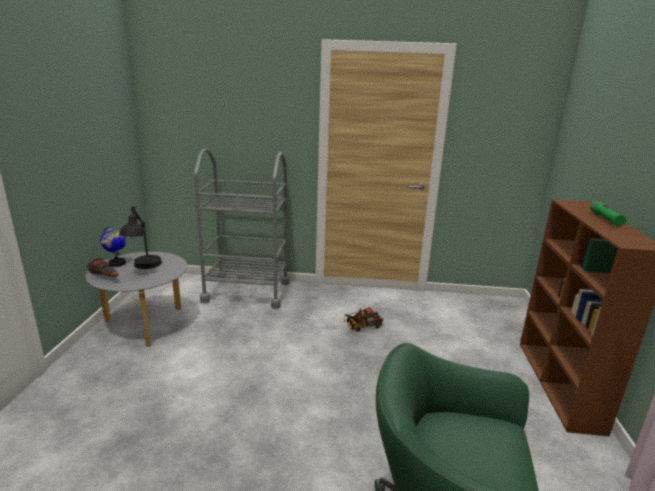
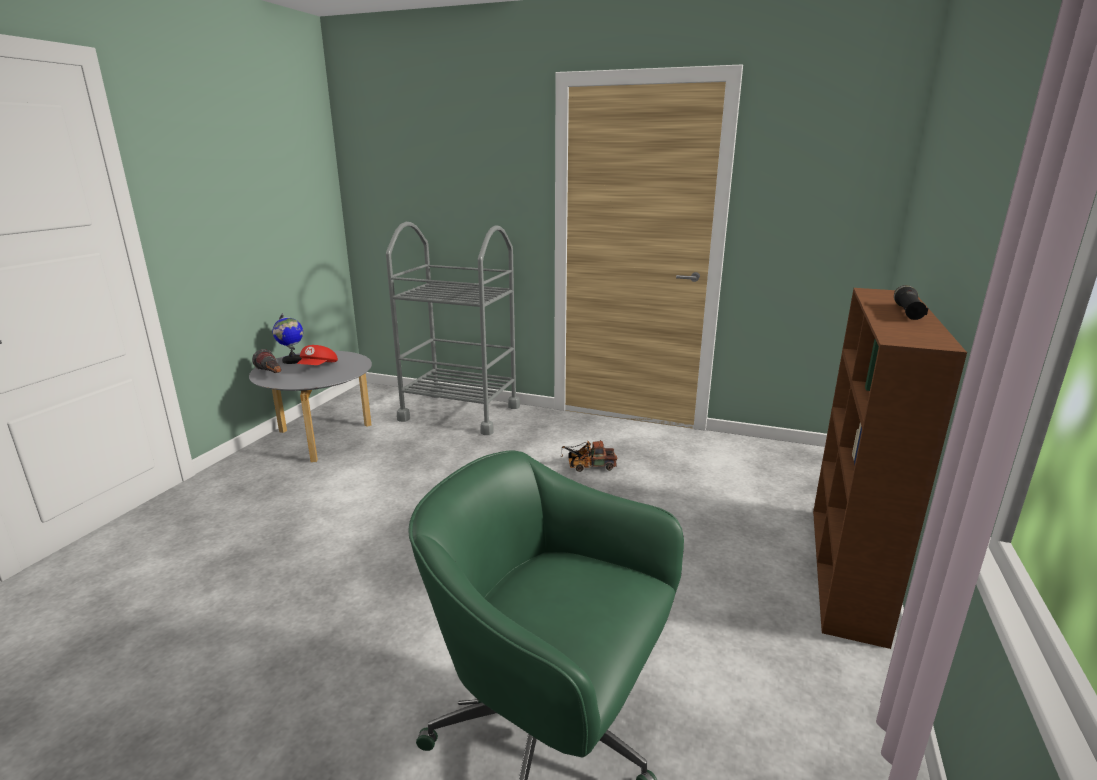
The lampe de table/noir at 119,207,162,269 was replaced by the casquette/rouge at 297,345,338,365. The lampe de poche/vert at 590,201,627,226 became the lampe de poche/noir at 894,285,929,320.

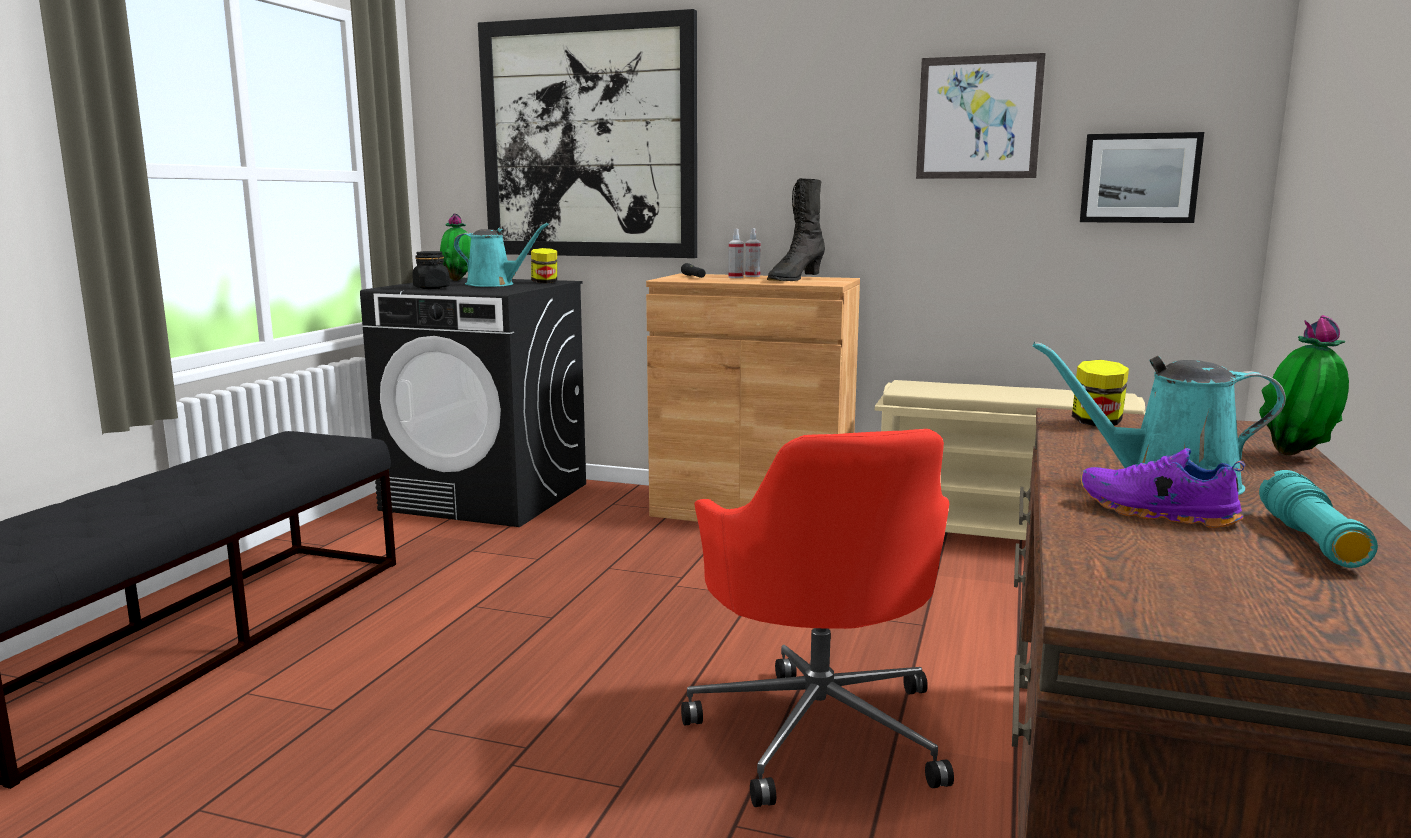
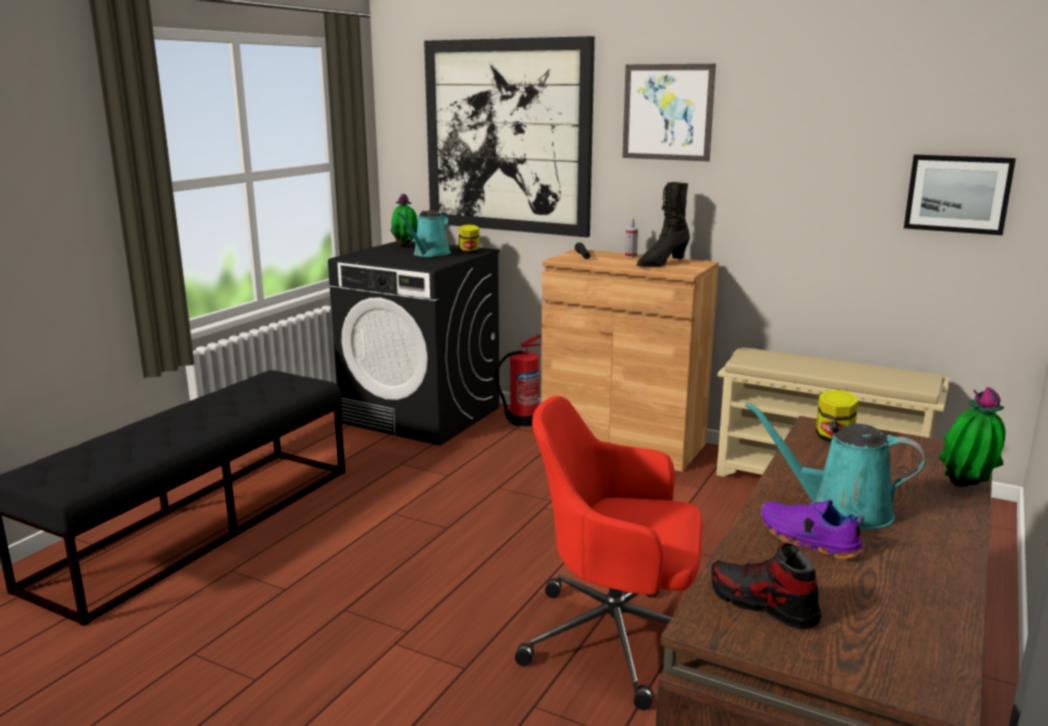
The bocal/noir at 412,251,450,289 disappeared. The vaporisateur at 728,229,744,278 disappeared. The lampe de poche/turquoise at 1259,470,1378,568 disappeared. The extincteur at 495,335,541,426 appeared. The chaussure at 711,543,822,629 appeared. The tableau moved from 916,53,1046,179 to 622,64,716,162. The arrosoir/turquoise at 454,223,549,287 turned 90 degrees clockwise. The chaise de bureau/rouge at 681,429,954,807 turned 105 degrees clockwise.

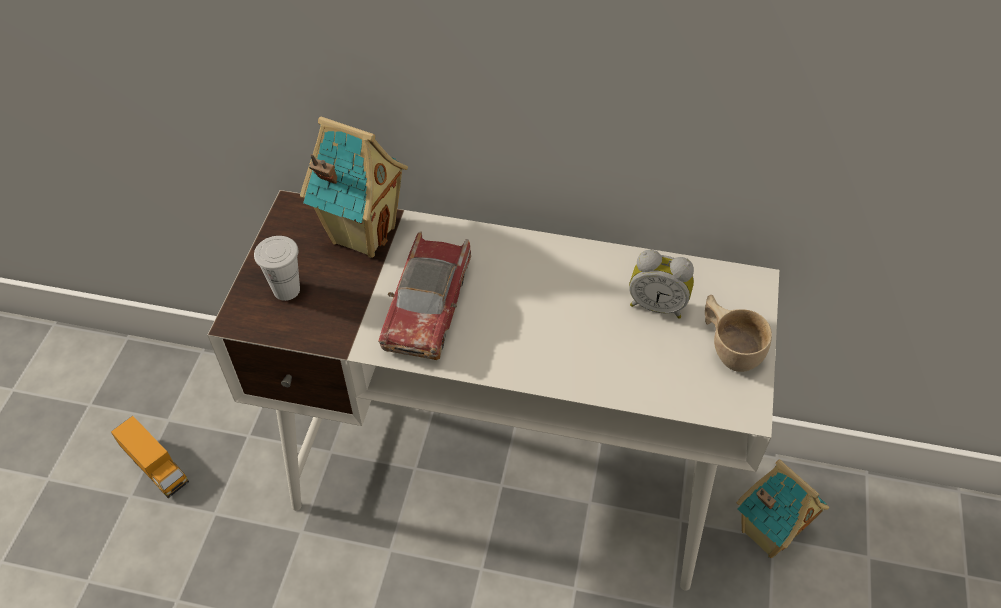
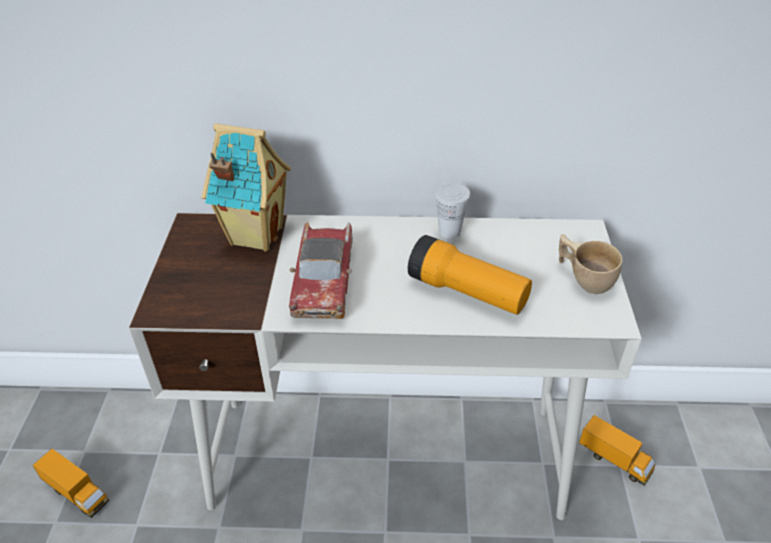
The réveil at 629,250,694,319 disappeared. The lampe de poche at 408,235,532,315 appeared. The tasse/blanc moved from 254,236,300,301 to 435,183,471,239. The maison miniature at 737,459,829,558 was replaced by the camion jouet at 579,415,655,486.

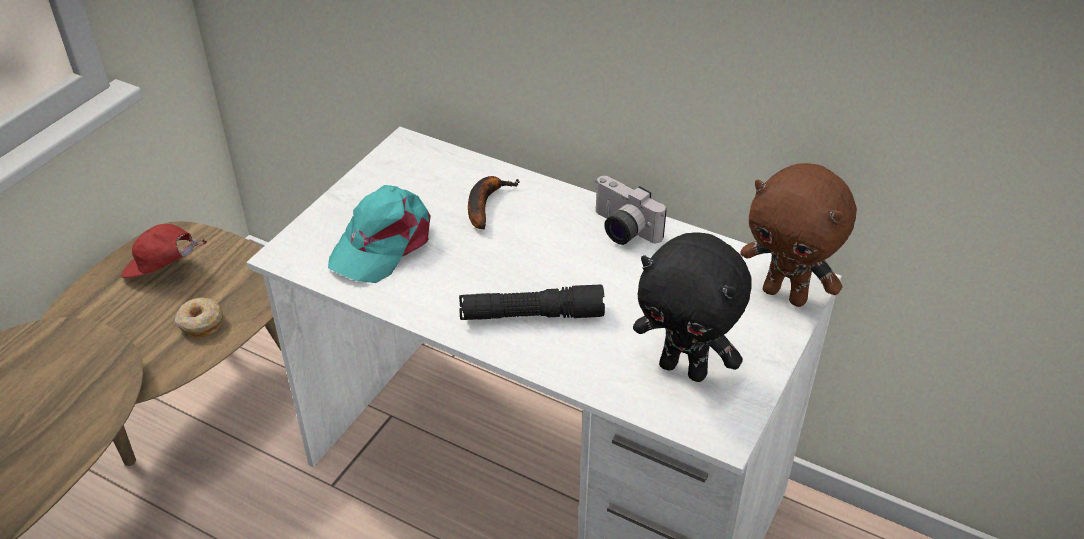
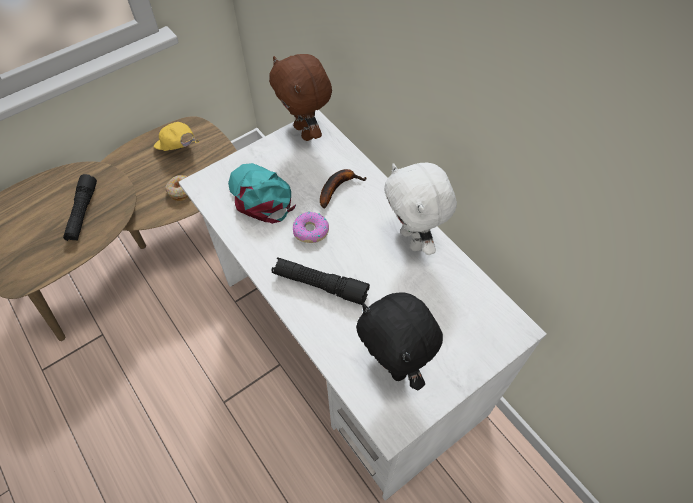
The lampe de poche/noir at 63,174,97,241 appeared. The beignet at 293,212,329,243 appeared. The peluche/marron moved from 740,163,857,307 to 269,54,332,141. The appareil photo at 595,176,667,245 was replaced by the peluche/blanc at 384,163,457,255. The casquette/rouge at 122,224,207,278 became the casquette/jaune at 154,122,200,151. The casquette/turquoise at 328,185,431,283 turned 90 degrees clockwise.

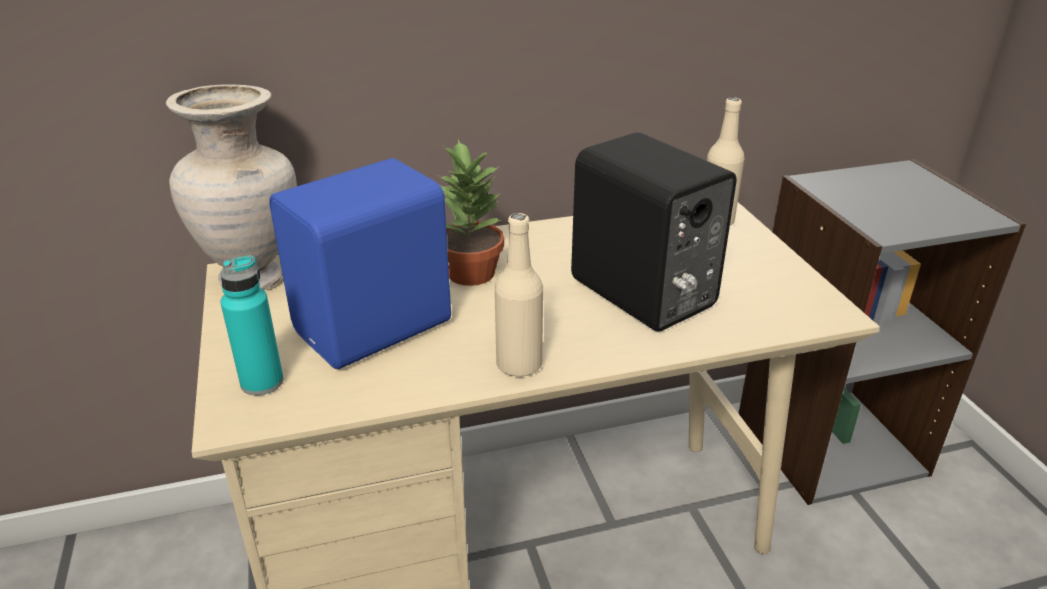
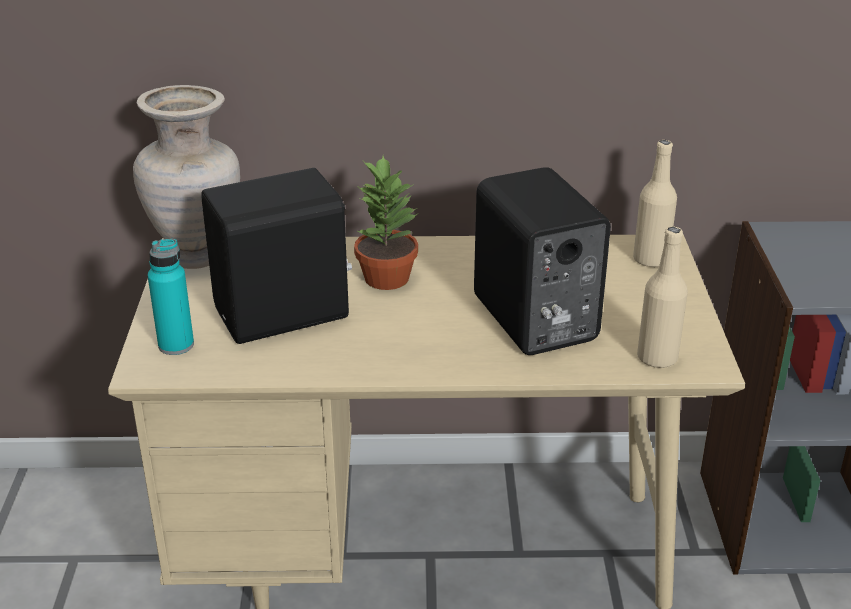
The bouteille/beige moved from 495,213,543,377 to 637,227,688,368. The enceinte/bleu at 269,158,451,369 became the enceinte/noir at 201,168,352,344.

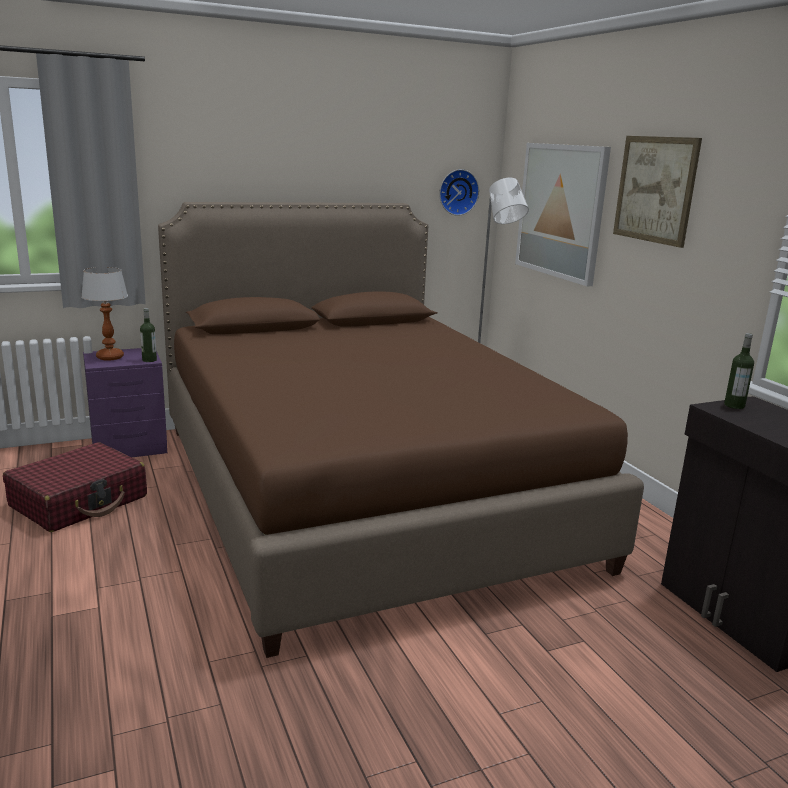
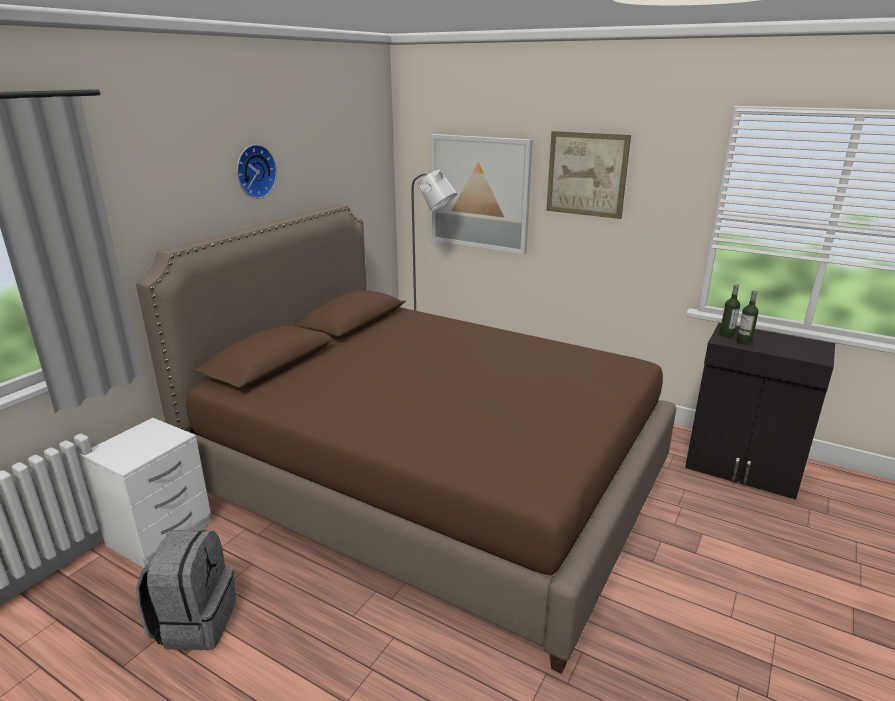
The lampe de table at 81,267,128,361 disappeared. The bouteille moved from 140,308,157,362 to 736,290,759,345. The horloge murale moved from 439,169,479,216 to 237,144,277,199. The valise/rouge at 3,442,147,532 was replaced by the sac à dos/gris at 136,530,236,650. The table de chevet/violet at 83,348,167,457 became the table de chevet/blanc at 79,418,211,568.

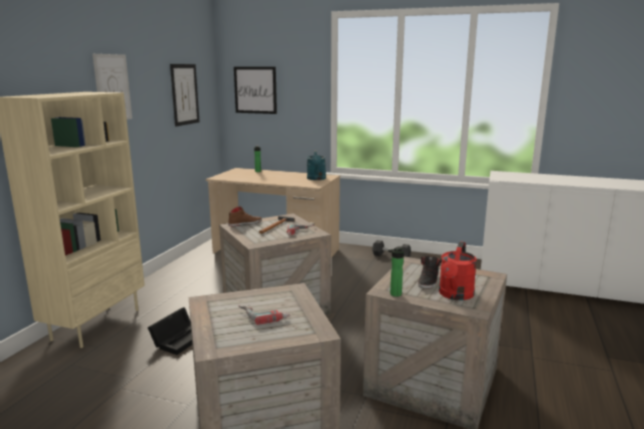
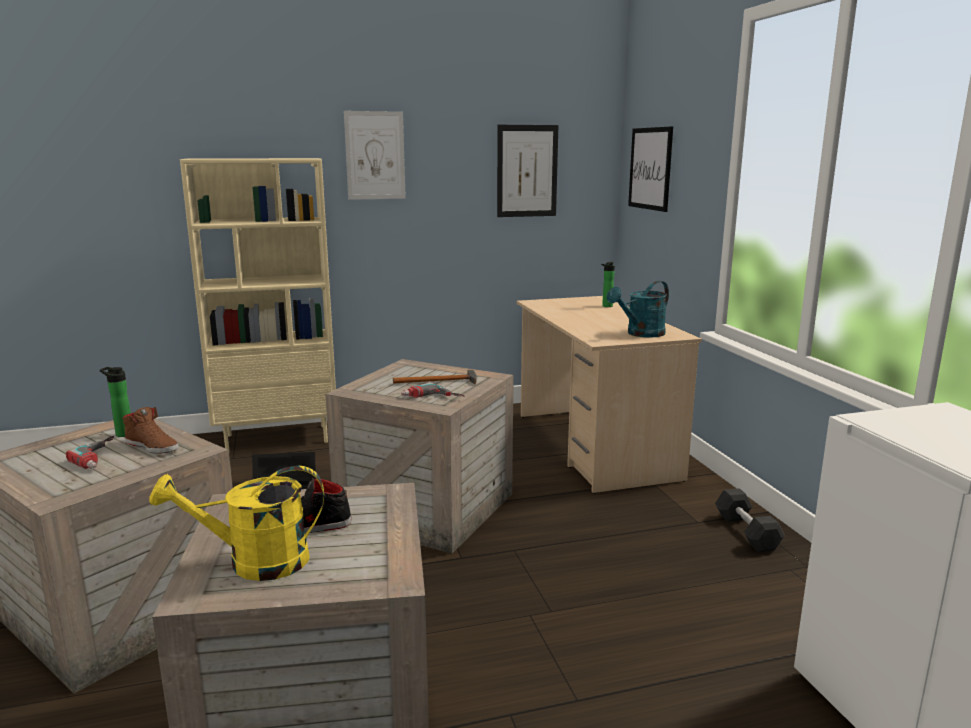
The chaussure/marron moved from 228,206,262,226 to 123,407,179,453. The bouteille moved from 388,246,404,297 to 100,367,131,437. The arrosoir/rouge at 439,242,477,300 became the arrosoir/jaune at 149,466,324,581.

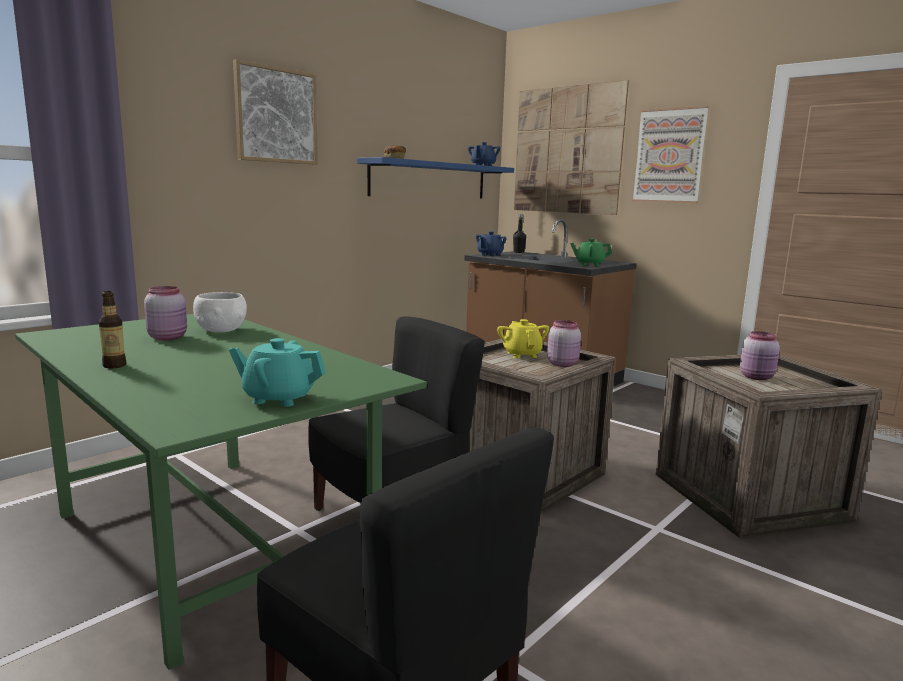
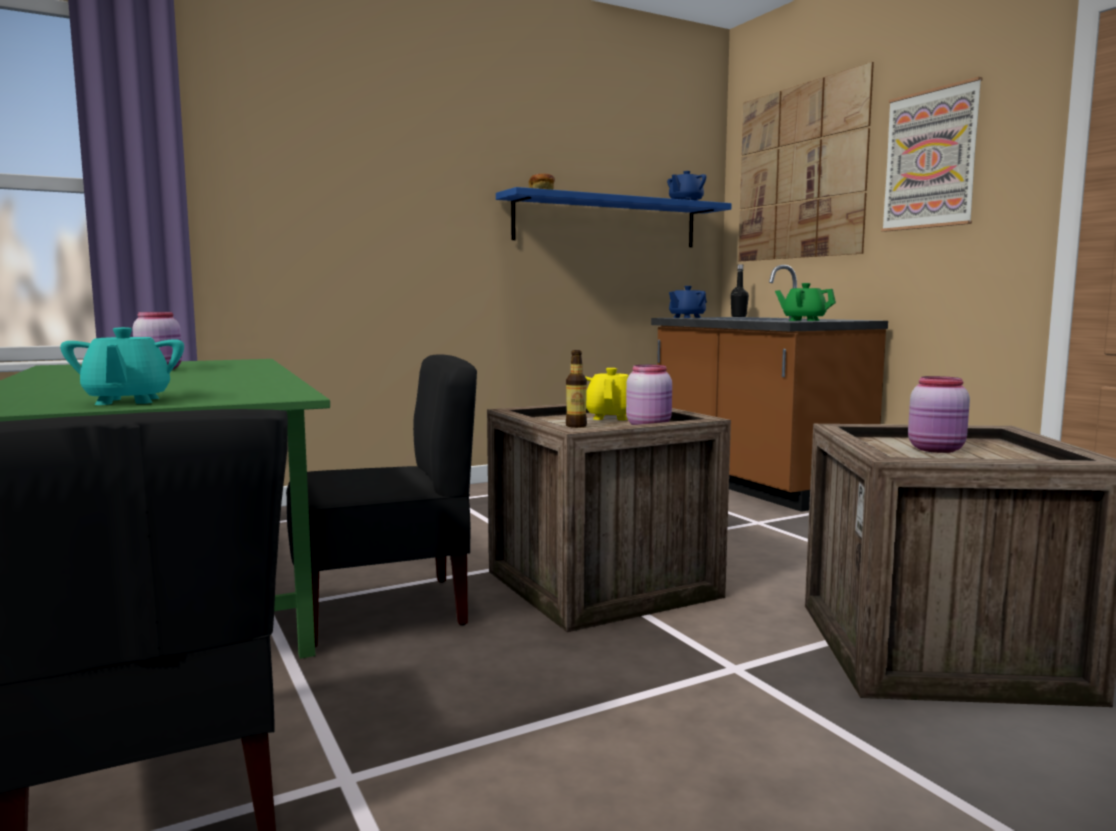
The bol/blanc at 193,292,247,333 disappeared. The tableau at 233,59,318,165 disappeared. The bouteille moved from 99,291,126,368 to 566,350,587,428. The théière/turquoise at 229,338,326,407 turned 135 degrees counterclockwise.

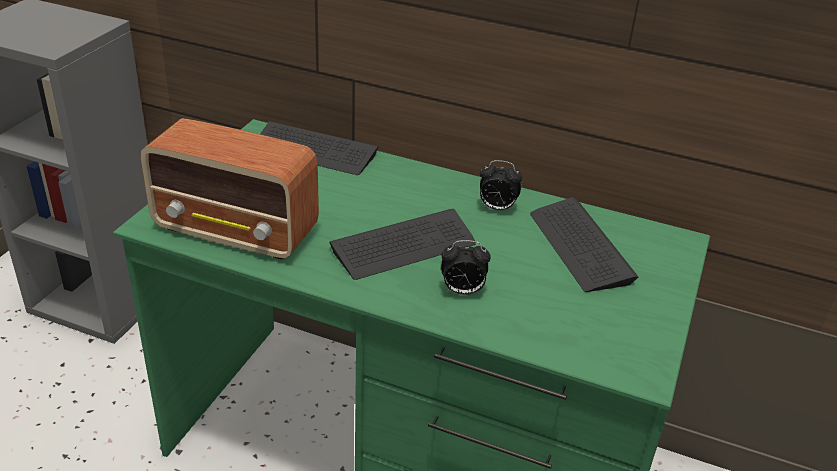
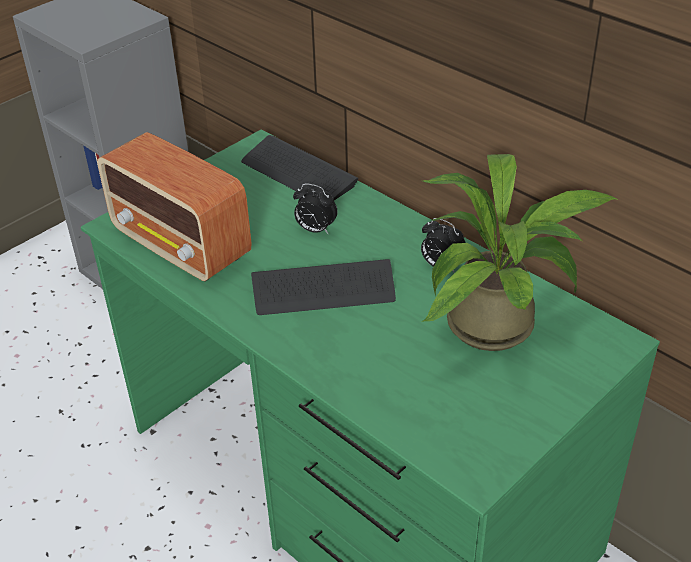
The réveil moved from 441,240,491,295 to 293,183,338,234. The clavier at 530,197,638,292 was replaced by the plante en pot at 421,154,617,351.

